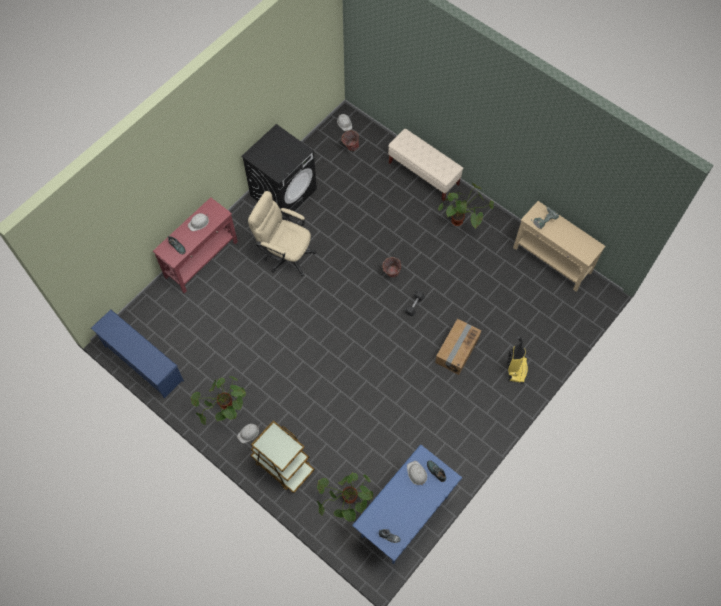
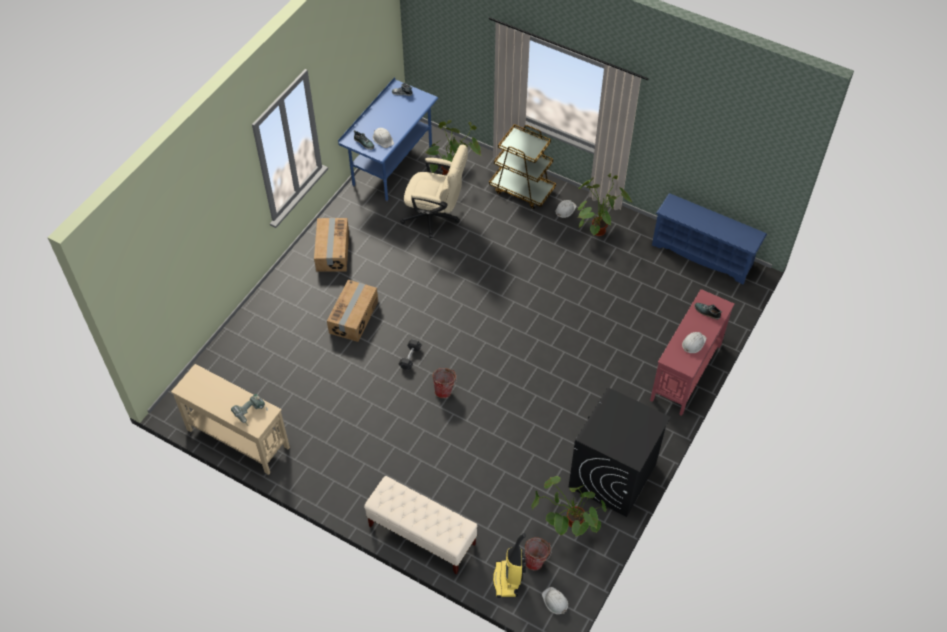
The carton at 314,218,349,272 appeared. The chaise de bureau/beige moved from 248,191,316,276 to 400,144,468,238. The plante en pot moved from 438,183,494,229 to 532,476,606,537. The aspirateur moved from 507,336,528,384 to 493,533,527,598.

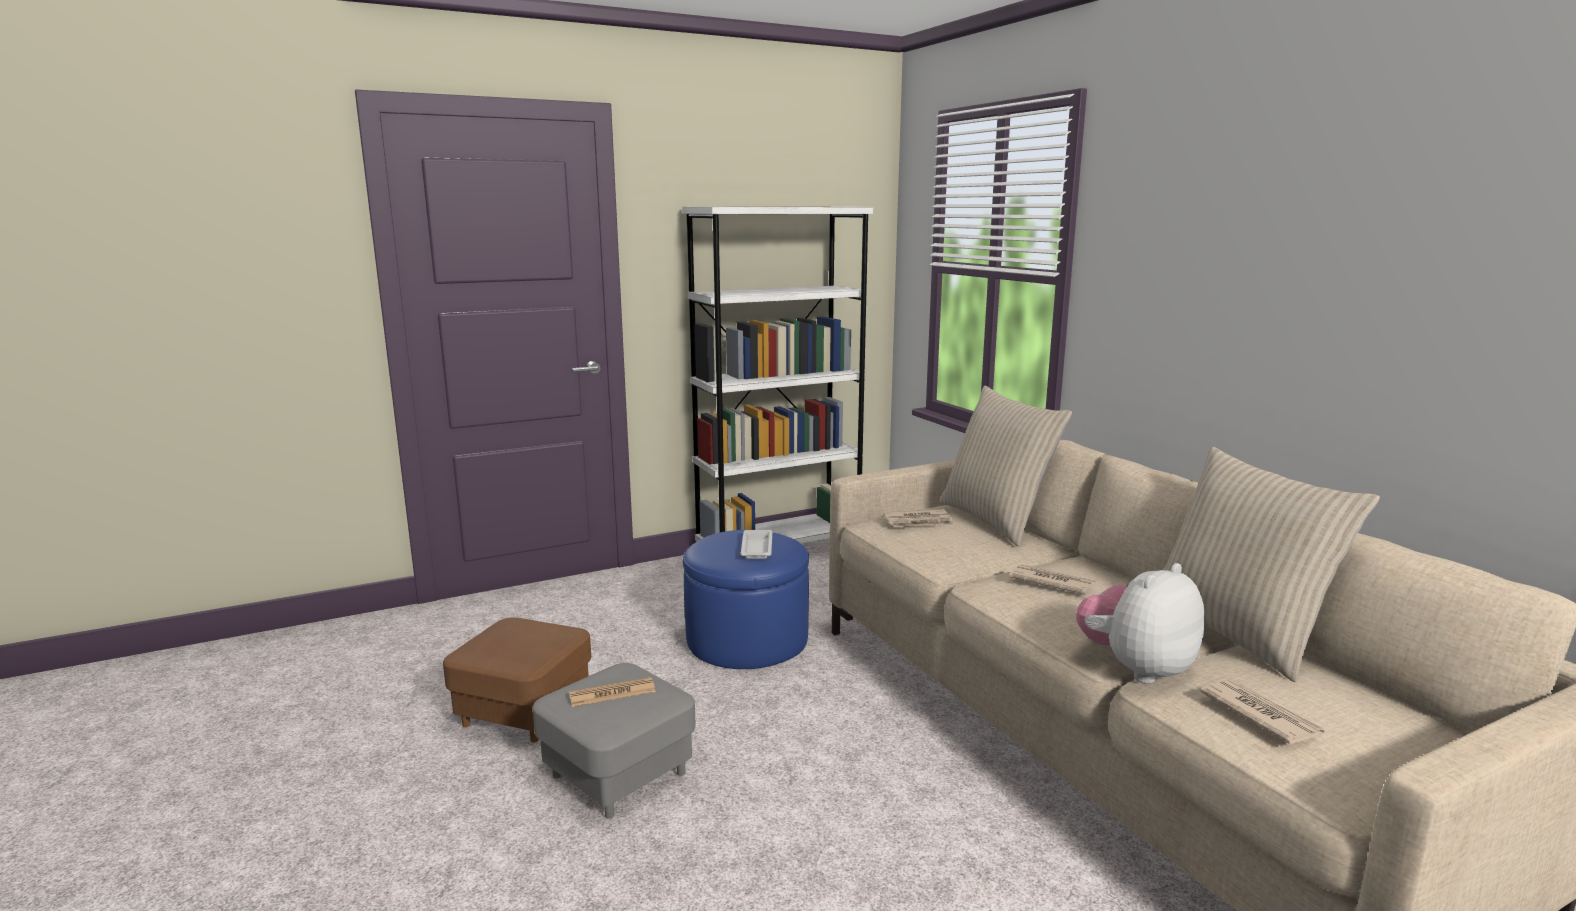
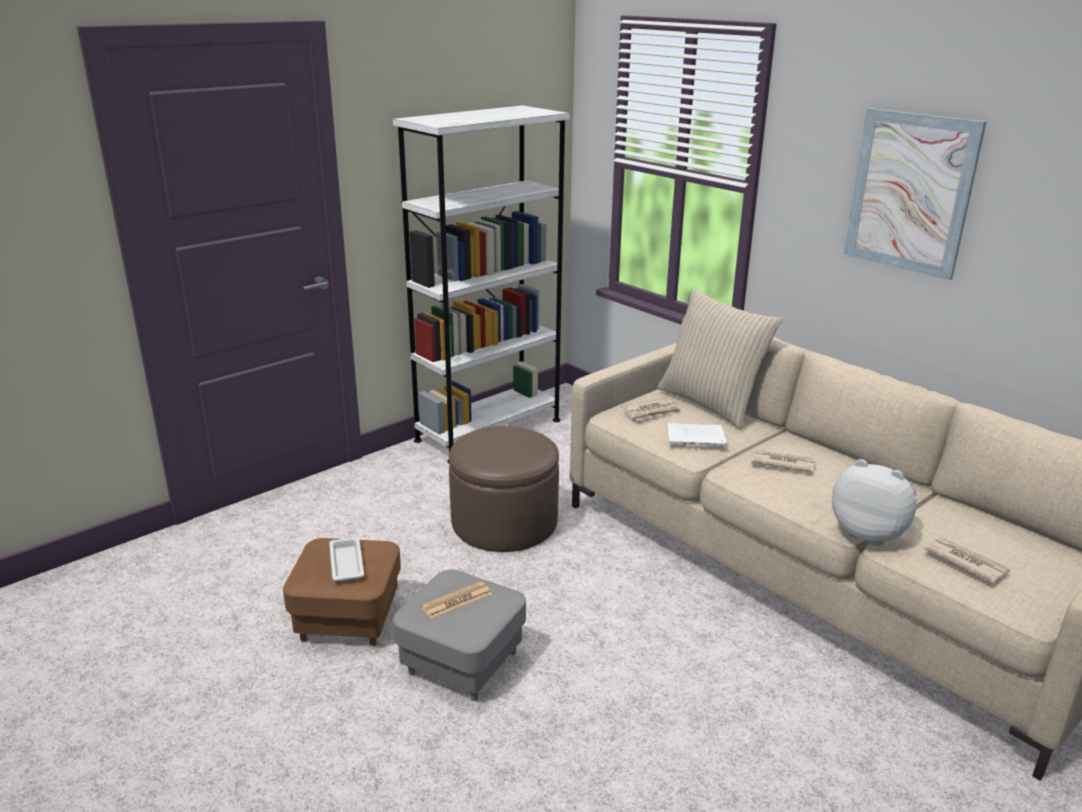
The coussin/beige at 1163,447,1380,682 disappeared. The livre/blanc at 666,423,727,446 appeared. The tableau at 844,108,986,280 appeared. The plateau/blanc moved from 741,530,772,559 to 329,537,364,581. The pouf/bleu at 683,530,809,669 became the pouf/marron at 449,426,559,552. The peluche at 1076,563,1204,684 turned 90 degrees clockwise.

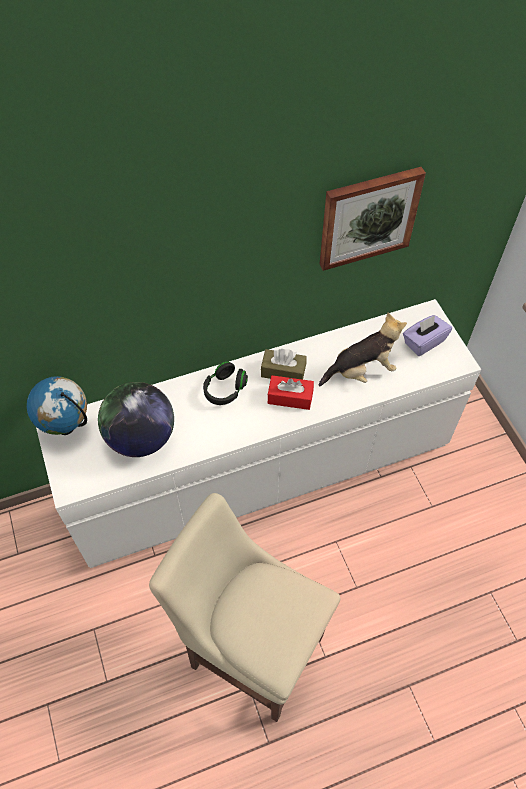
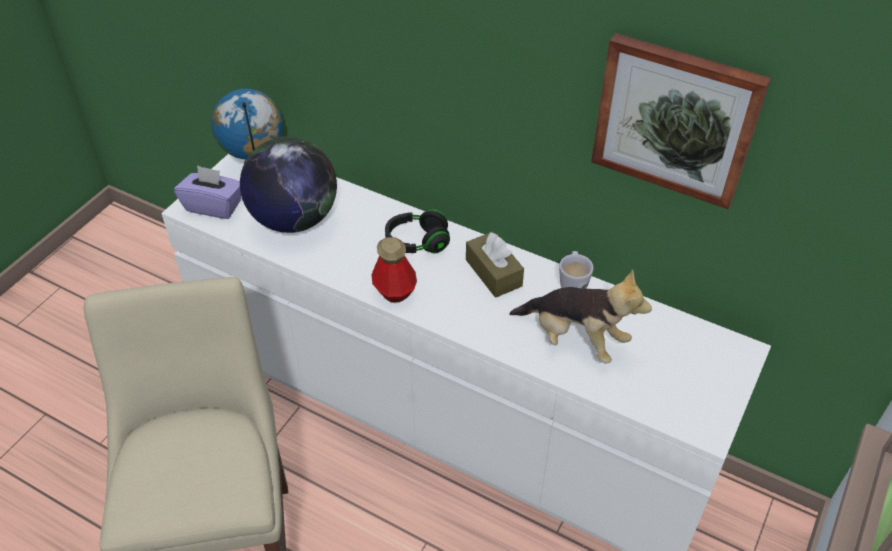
The boîte à mouchoirs/rouge at 268,375,314,410 disappeared. The bouteille at 371,237,417,303 appeared. The mug/blanc at 559,251,594,289 appeared. The boîte à mouchoirs/violet moved from 403,315,452,356 to 174,165,241,219.

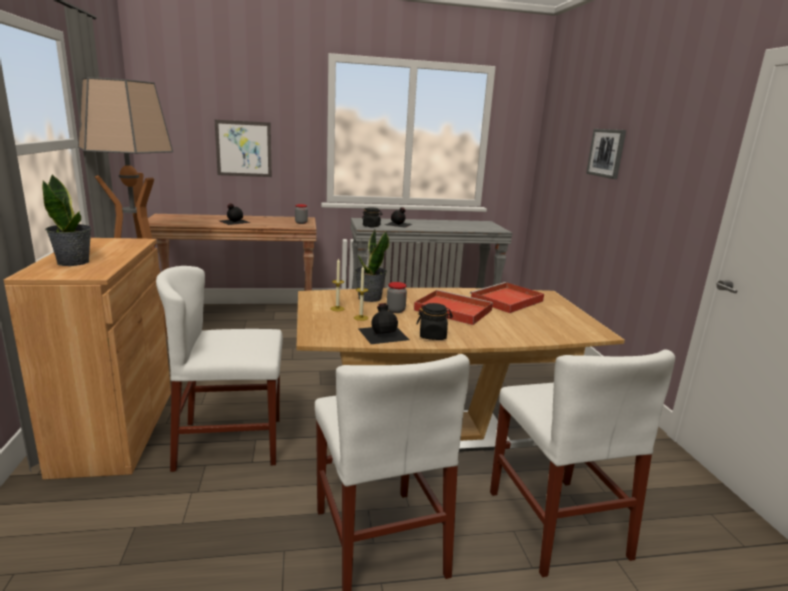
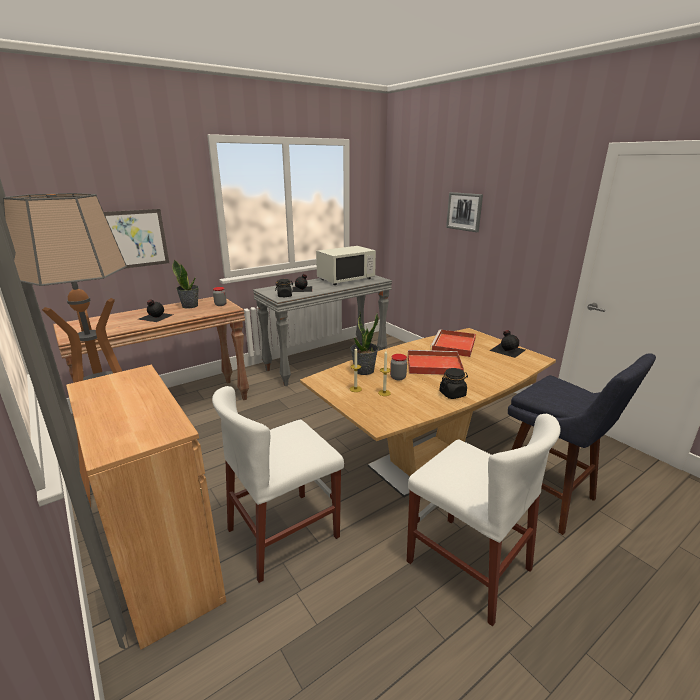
The micro-ondes/blanc at 316,246,376,285 appeared. The plante en pot moved from 42,174,92,266 to 172,259,199,309. The bouteille/noir moved from 359,303,409,344 to 489,330,525,358. The chaise/blanc at 490,350,675,577 was replaced by the tabouret/bleu at 508,353,656,535.

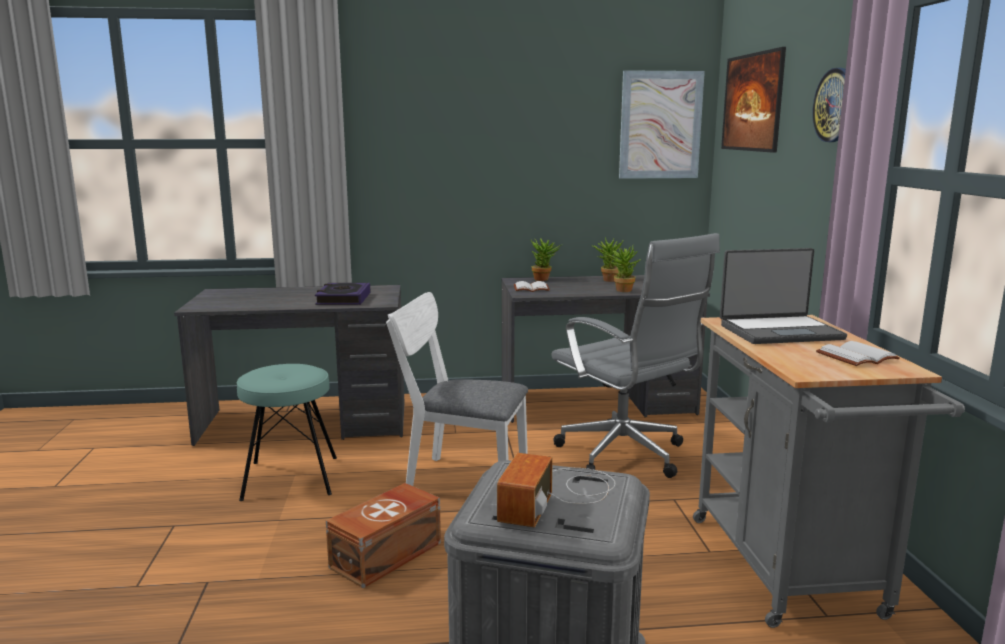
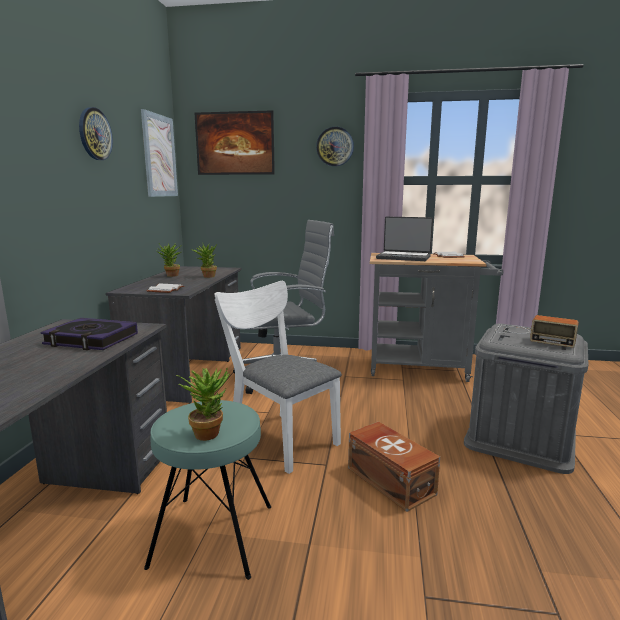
The horloge murale at 79,107,113,160 appeared. The plante en pot moved from 530,238,561,281 to 176,367,230,441. The chaise/blanc at 386,292,528,486 turned 105 degrees clockwise. The ordinateur portable at 720,248,847,344 turned 105 degrees clockwise.

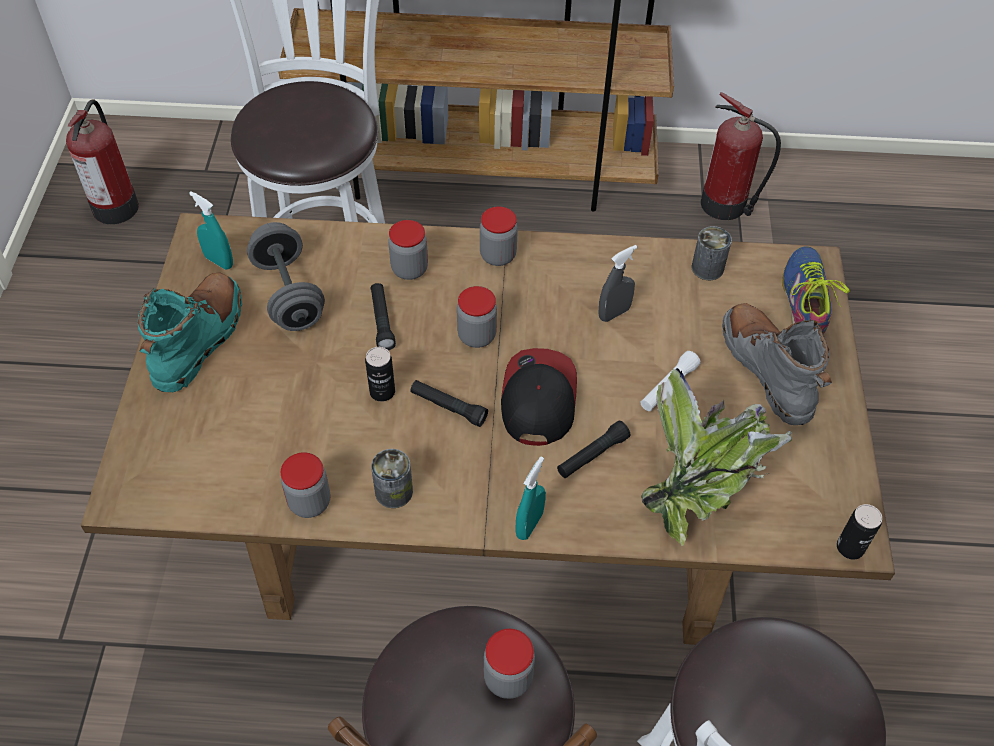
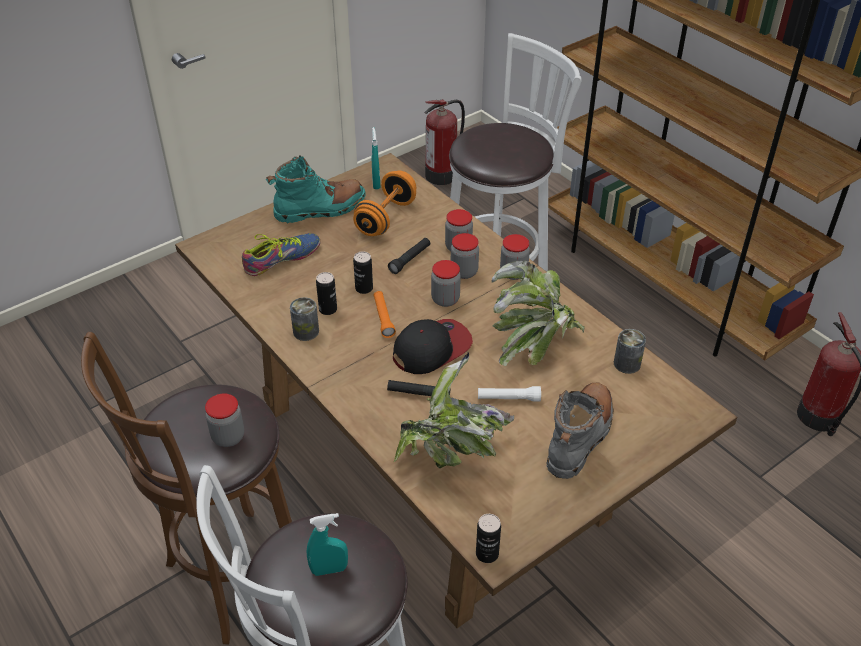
The boîte métallique at 316,272,337,315 appeared. The bocal moved from 281,452,330,518 to 451,233,479,279. The vaporisateur/turquoise moved from 515,457,546,540 to 307,513,348,576. The chaussure moved from 782,246,850,335 to 242,233,320,276. The vaporisateur/gris at 599,245,637,322 was replaced by the plante en pot at 492,261,585,366. The haltère/gris at 247,222,325,331 became the haltère/orange at 353,171,416,236. The lampe de poche/noir at 410,380,488,427 became the lampe de poche/orange at 373,291,396,338.

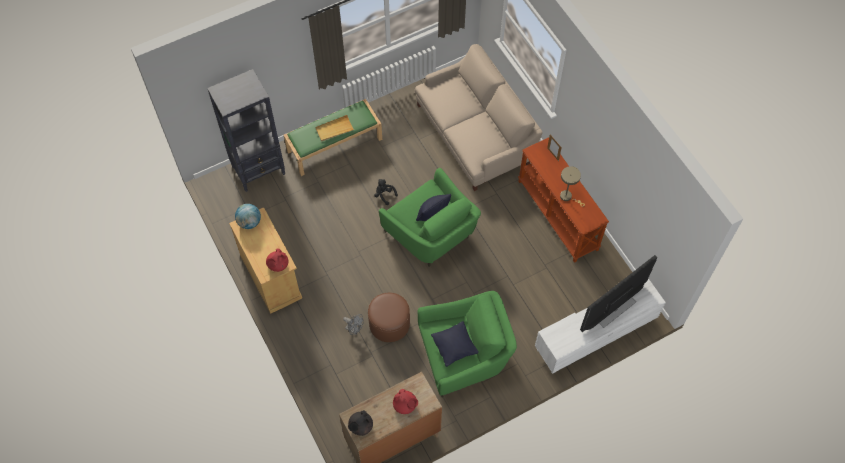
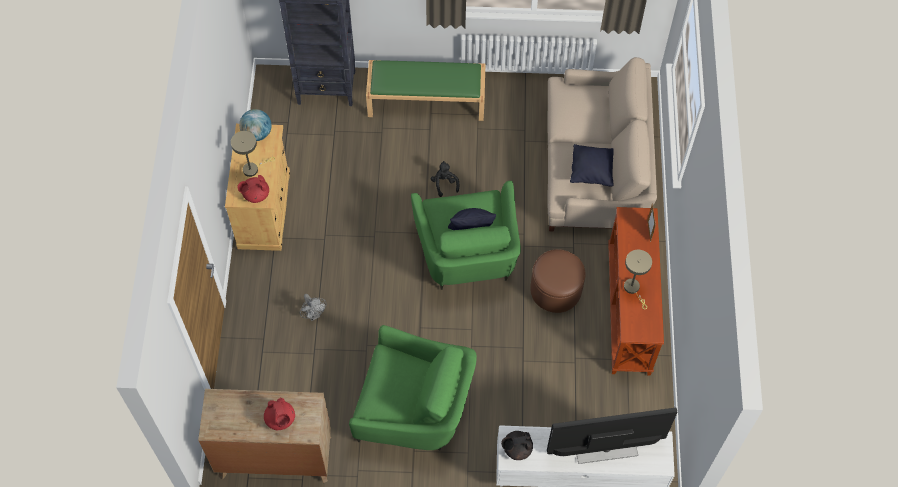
The plateau/beige at 315,115,354,141 disappeared. The lampe de table/beige at 231,131,275,177 appeared. The théière/noir moved from 348,410,373,436 to 501,431,533,460. The pouf/marron moved from 368,293,410,342 to 530,249,586,313. The coussin/noir moved from 431,321,479,367 to 570,144,613,187.

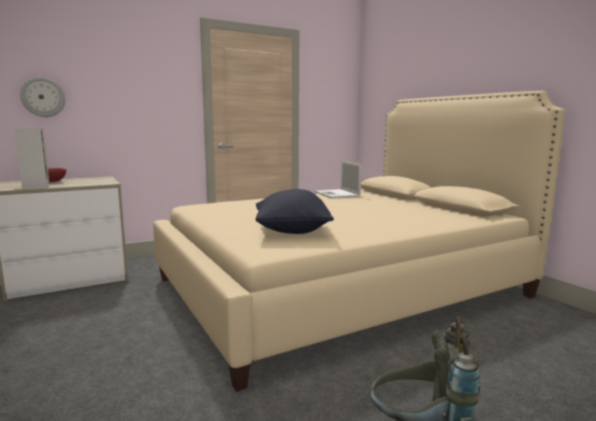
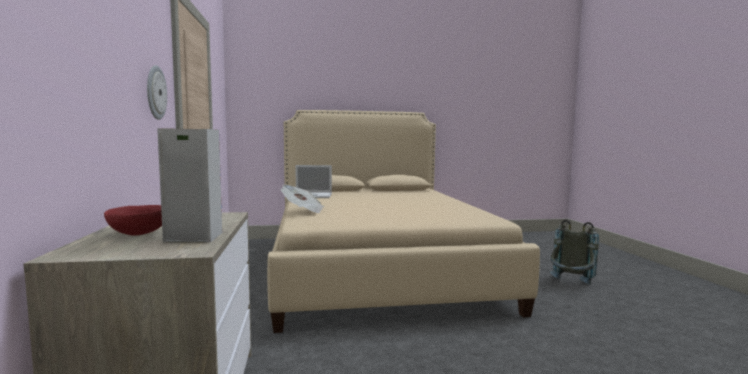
The coussin/noir at 255,189,334,234 disappeared. The journal at 280,184,324,213 appeared. The horloge murale moved from 20,77,65,117 to 147,65,167,120.

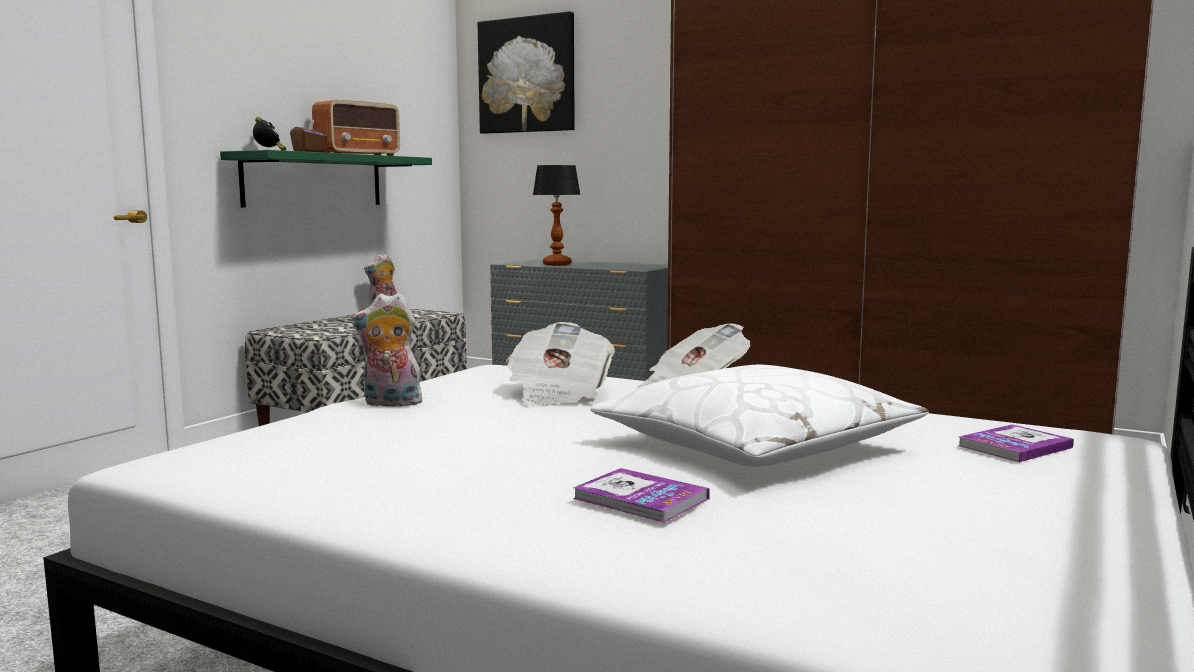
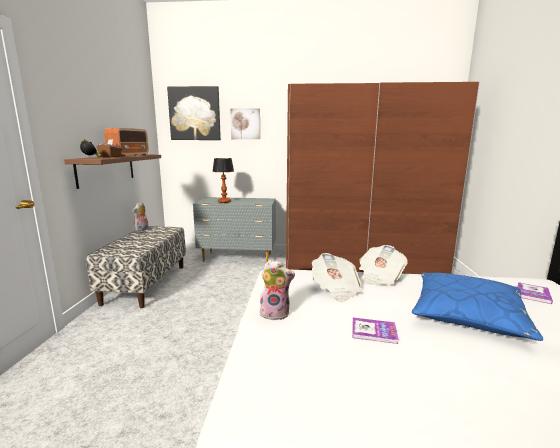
The tableau at 230,109,260,139 appeared. The livre moved from 573,468,710,523 to 352,318,399,344. The étagère/vert at 220,150,432,207 became the étagère/marron at 64,154,161,189. The coussin/blanc at 590,365,929,467 became the coussin/bleu at 412,273,543,341. The peluche at 351,293,425,407 turned 150 degrees counterclockwise.

